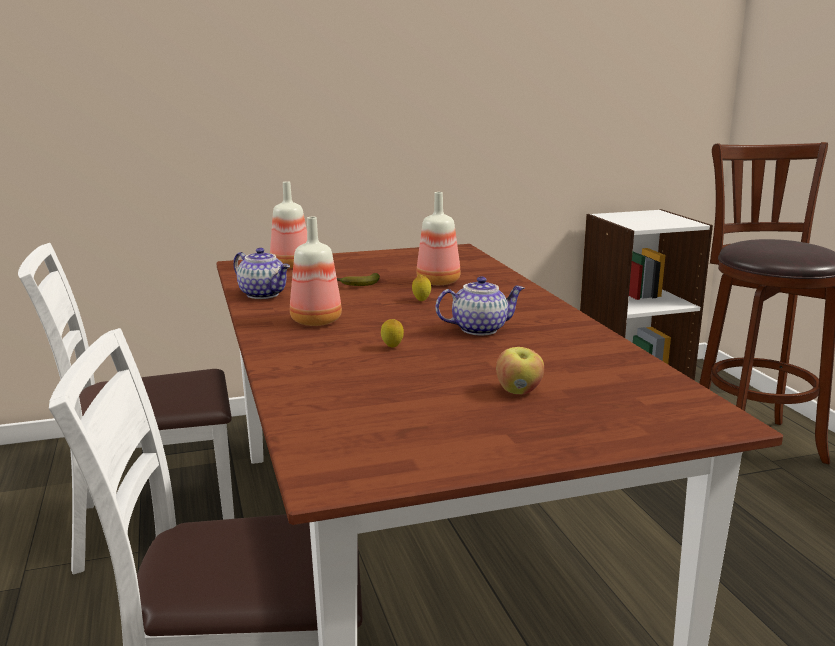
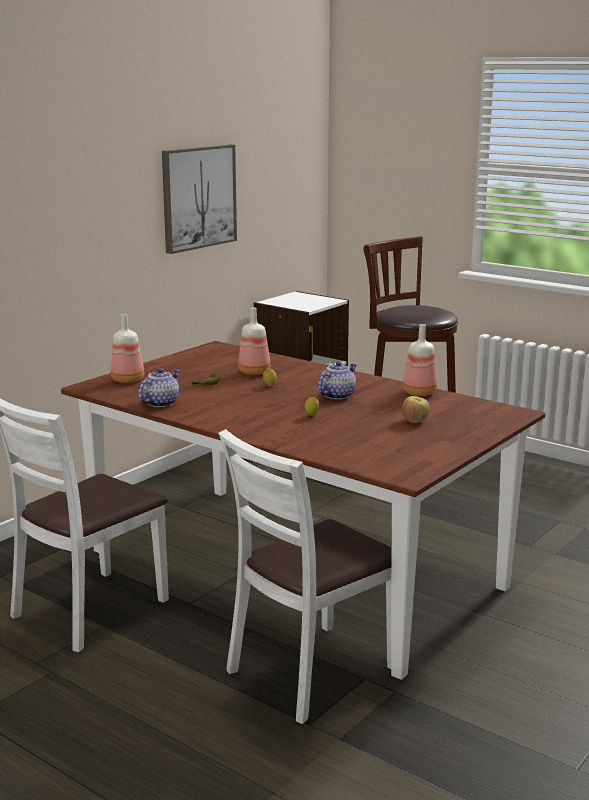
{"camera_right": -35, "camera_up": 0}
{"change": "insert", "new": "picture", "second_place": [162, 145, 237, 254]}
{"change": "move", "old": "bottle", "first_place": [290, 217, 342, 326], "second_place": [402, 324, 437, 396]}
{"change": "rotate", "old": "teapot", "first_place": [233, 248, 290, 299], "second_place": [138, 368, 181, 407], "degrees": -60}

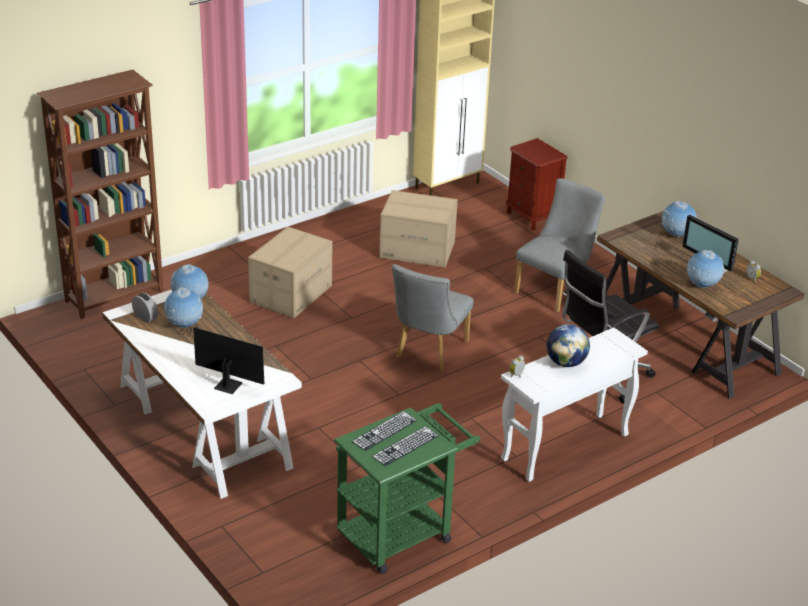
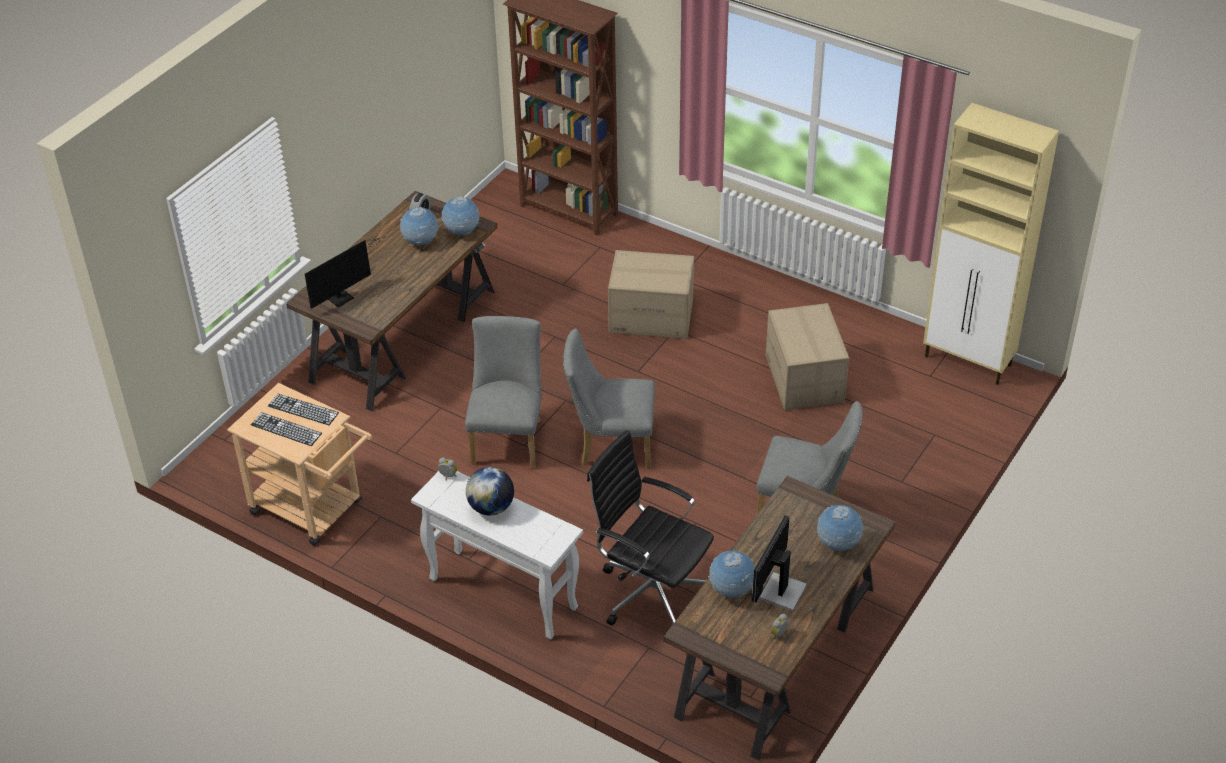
{"camera_right": 70, "camera_up": 10}
{"change": "delete", "old": "brown nightstand", "first_place": [506, 138, 568, 230]}
{"change": "insert", "new": "grey chair", "second_place": [465, 316, 542, 468]}
{"change": "recolor", "old": "white desk", "new": "brown desk", "first_place": [102, 290, 302, 499], "second_place": [286, 191, 497, 411]}
{"change": "recolor", "old": "green cart", "new": "beige cart", "first_place": [334, 403, 480, 574], "second_place": [227, 383, 372, 546]}
{"change": "rotate", "old": "monitor", "first_place": [176, 326, 265, 394], "second_place": [305, 236, 386, 309], "degrees": 45}

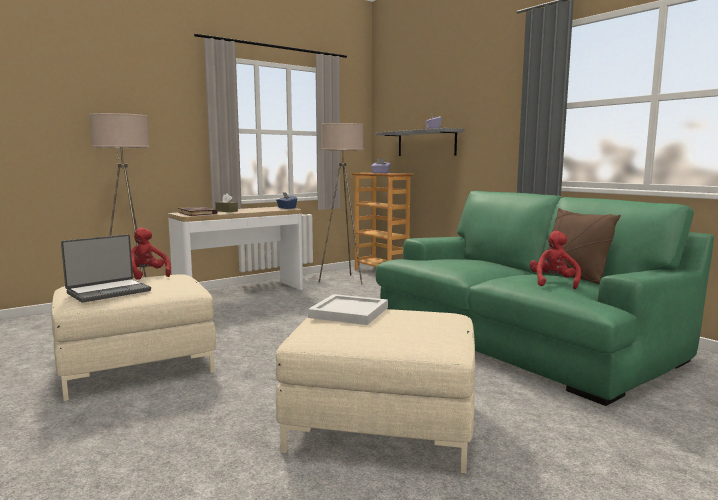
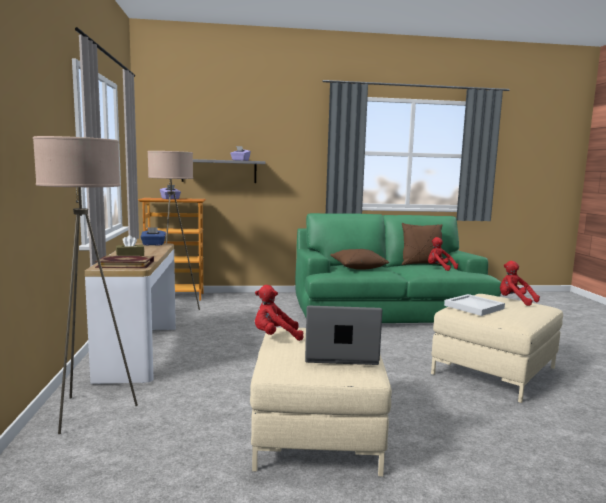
{"camera_right": -60, "camera_up": 0}
{"change": "insert", "new": "brown pillow", "second_place": [330, 249, 389, 270]}
{"change": "insert", "new": "red plush toy", "second_place": [500, 261, 540, 306]}
{"change": "rotate", "old": "laptop", "first_place": [61, 234, 151, 303], "second_place": [305, 306, 382, 365], "degrees": -75}

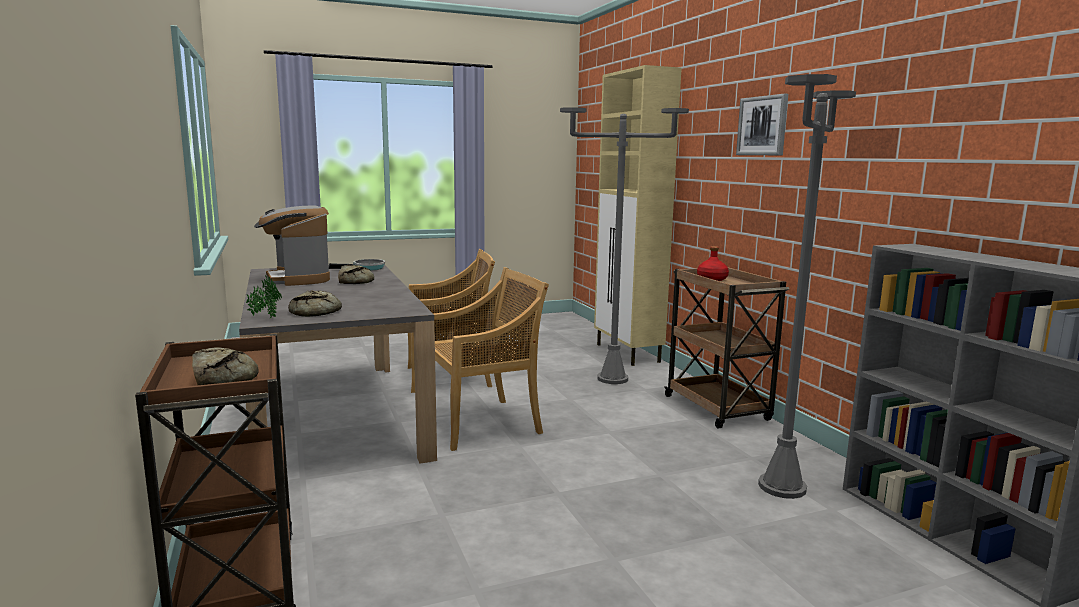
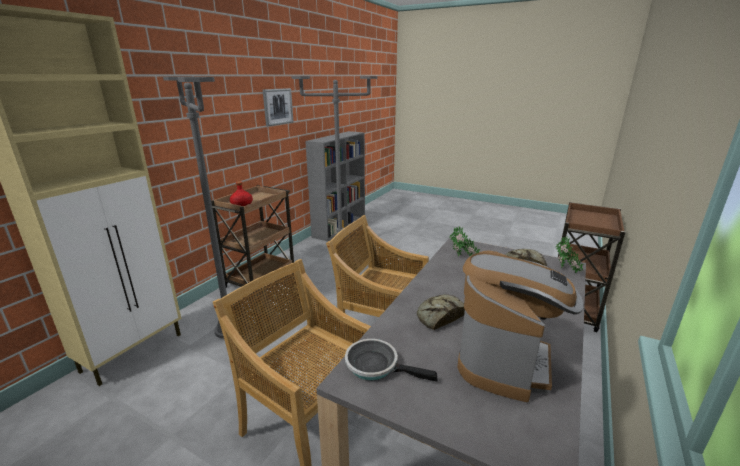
{"camera_right": -130, "camera_up": 10}
{"change": "delete", "old": "bread", "first_place": [192, 347, 259, 385]}
{"change": "insert", "new": "potted plant", "second_place": [449, 227, 480, 256]}
{"change": "move", "old": "picture", "first_place": [736, 94, 788, 155], "second_place": [262, 88, 294, 126]}

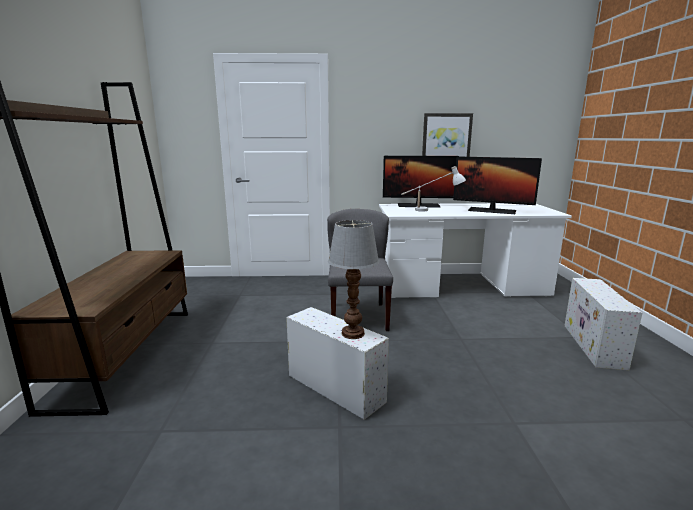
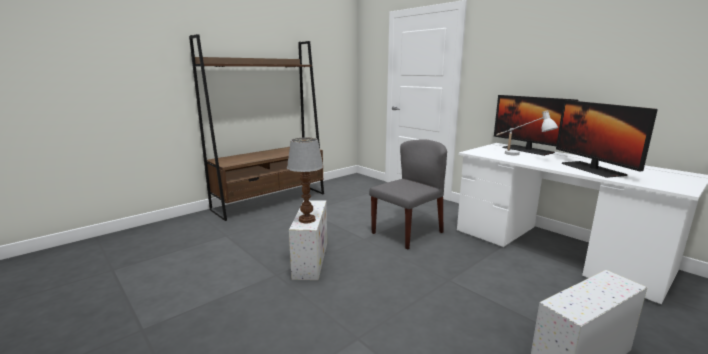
{"camera_right": 50, "camera_up": 0}
{"change": "delete", "old": "picture", "first_place": [422, 113, 473, 157]}

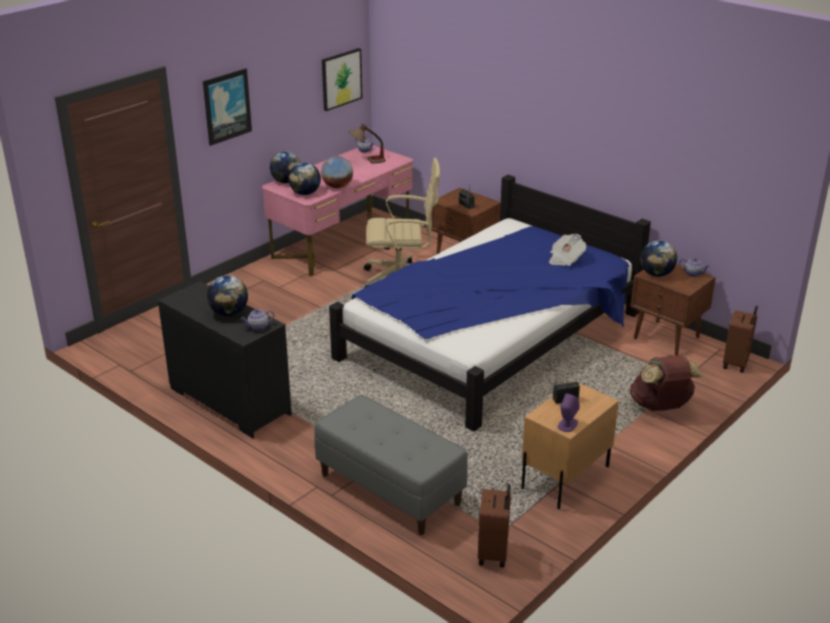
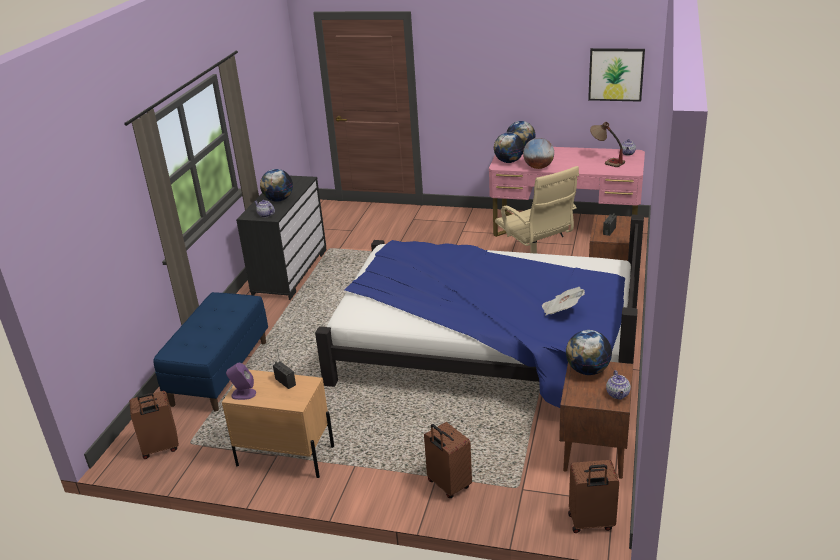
{"camera_right": 65, "camera_up": 0}
{"change": "delete", "old": "picture", "first_place": [203, 68, 252, 146]}
{"change": "replace", "old": "brown backpack", "new": "brown suitcase", "first_place": [630, 355, 703, 411], "second_place": [424, 422, 472, 498]}
{"change": "recolor", "old": "grey bench", "new": "blue bench", "first_place": [314, 395, 468, 535], "second_place": [153, 292, 268, 411]}

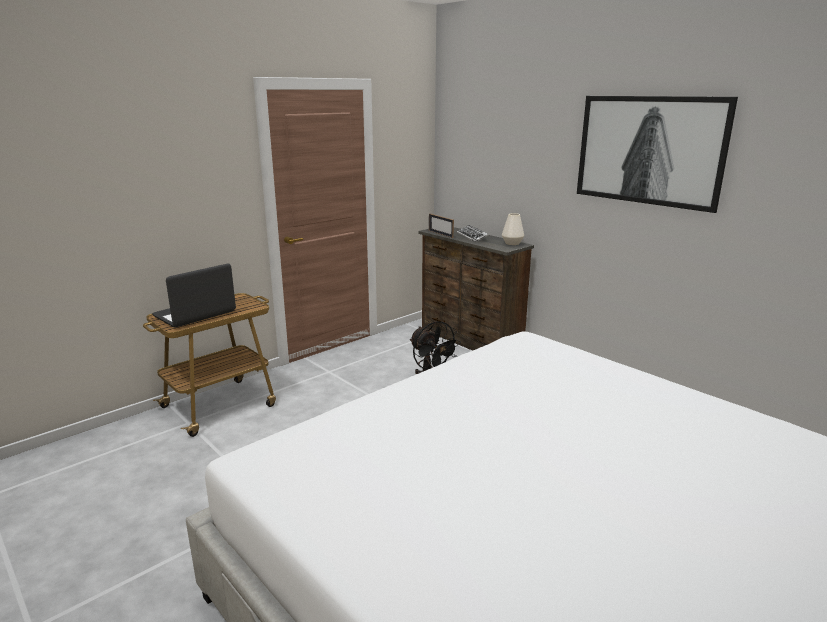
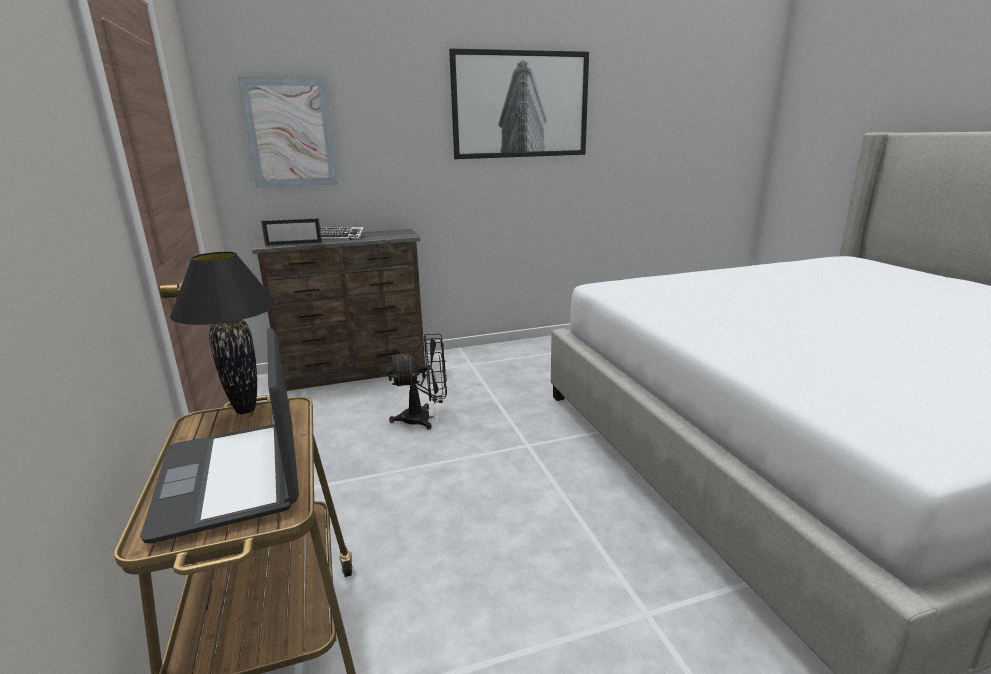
{"camera_right": -65, "camera_up": 0}
{"change": "delete", "old": "white vase", "first_place": [502, 213, 524, 245]}
{"change": "insert", "new": "black table lamp", "second_place": [170, 252, 277, 414]}
{"change": "insert", "new": "picture", "second_place": [238, 77, 338, 188]}

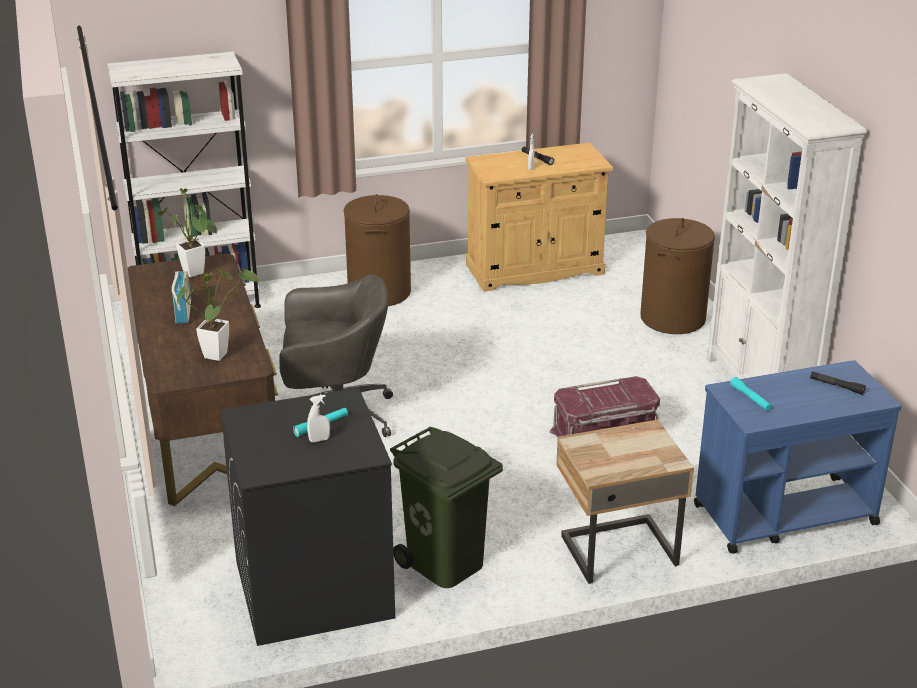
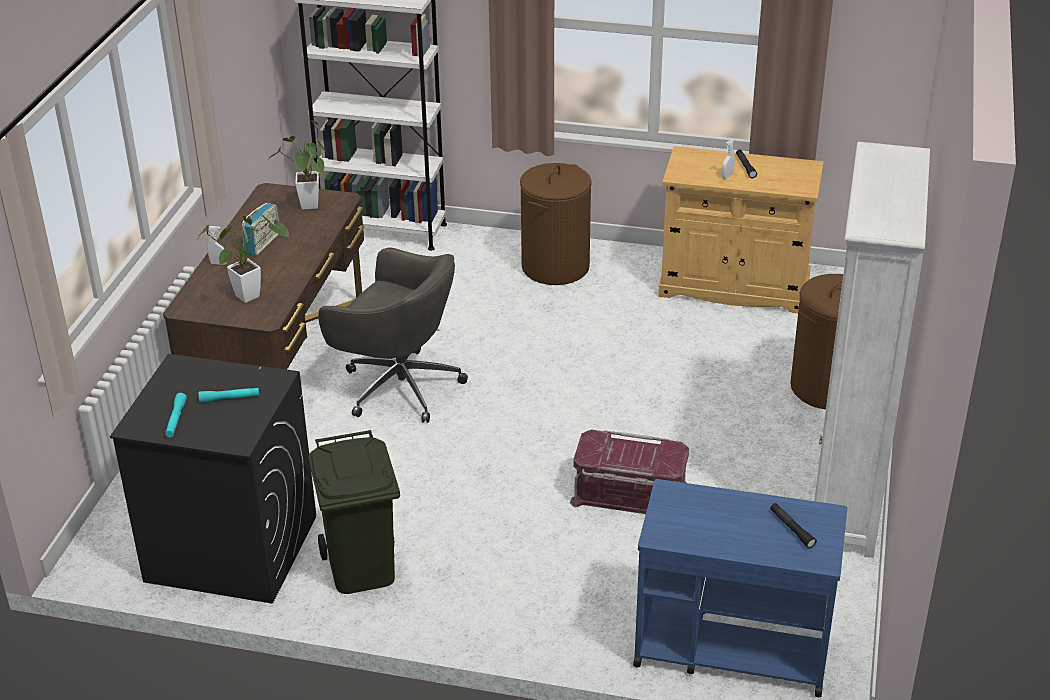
{"camera_right": 30, "camera_up": 5}
{"change": "delete", "old": "beige nightstand", "first_place": [557, 420, 694, 584]}
{"change": "move", "old": "white spray bottle", "first_place": [307, 395, 330, 442], "second_place": [207, 226, 227, 265]}
{"change": "move", "old": "turquoise flashlight", "first_place": [730, 377, 772, 411], "second_place": [165, 393, 187, 437]}

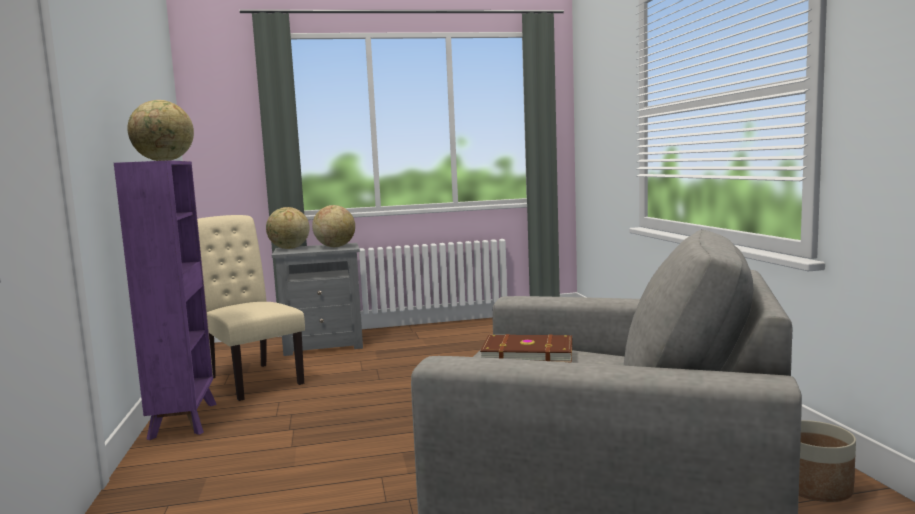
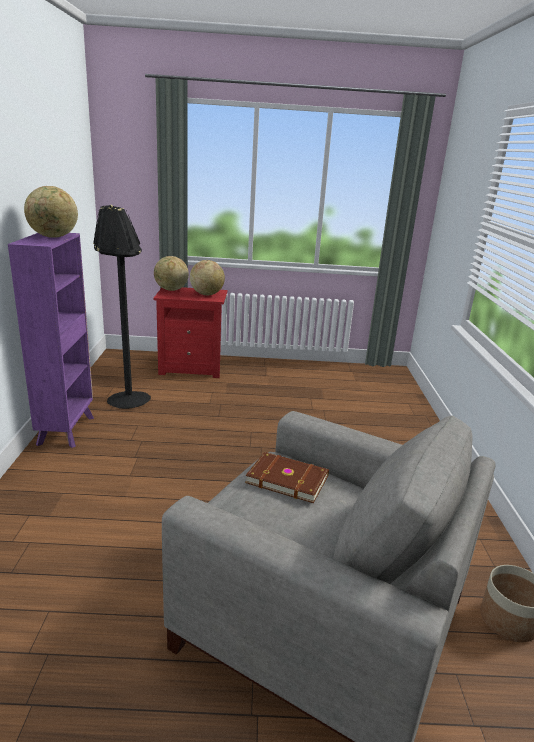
{"camera_right": 10, "camera_up": 15}
{"change": "replace", "old": "beige chair", "new": "black floor lamp", "first_place": [197, 215, 305, 401], "second_place": [93, 205, 151, 409]}
{"change": "recolor", "old": "grey nightstand", "new": "red nightstand", "first_place": [272, 243, 363, 356], "second_place": [153, 287, 227, 378]}

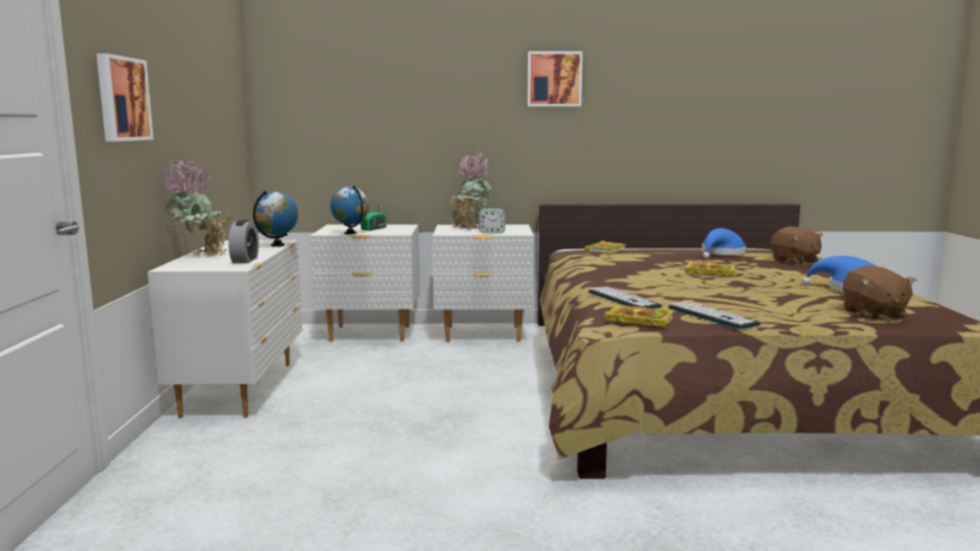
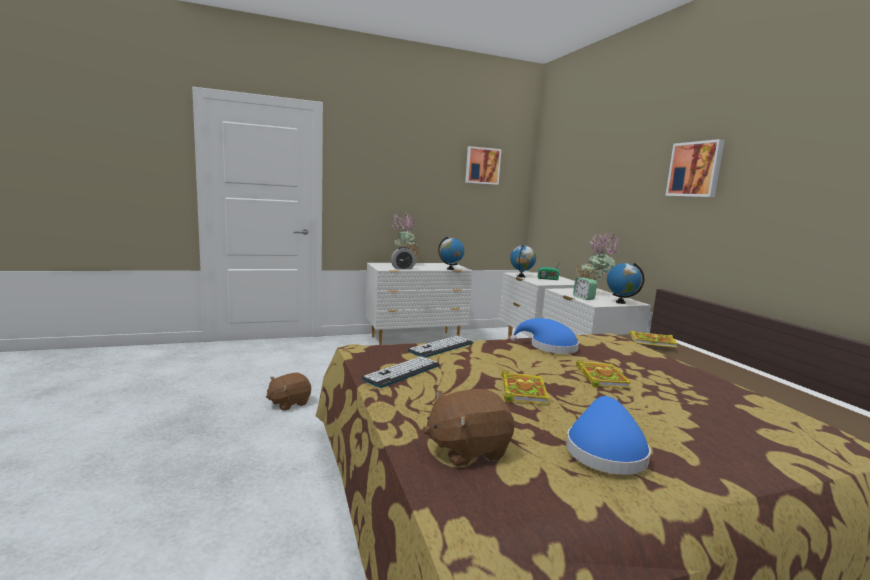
{"camera_right": 70, "camera_up": 0}
{"change": "insert", "new": "globe", "second_place": [607, 263, 644, 304]}
{"change": "move", "old": "picture", "first_place": [96, 53, 154, 142], "second_place": [465, 146, 501, 185]}
{"change": "move", "old": "book", "first_place": [604, 305, 674, 328], "second_place": [501, 371, 549, 404]}
{"change": "move", "old": "blue hat", "first_place": [702, 228, 746, 259], "second_place": [510, 318, 579, 354]}
{"change": "move", "old": "brown plush toy", "first_place": [771, 227, 823, 265], "second_place": [266, 373, 311, 411]}

